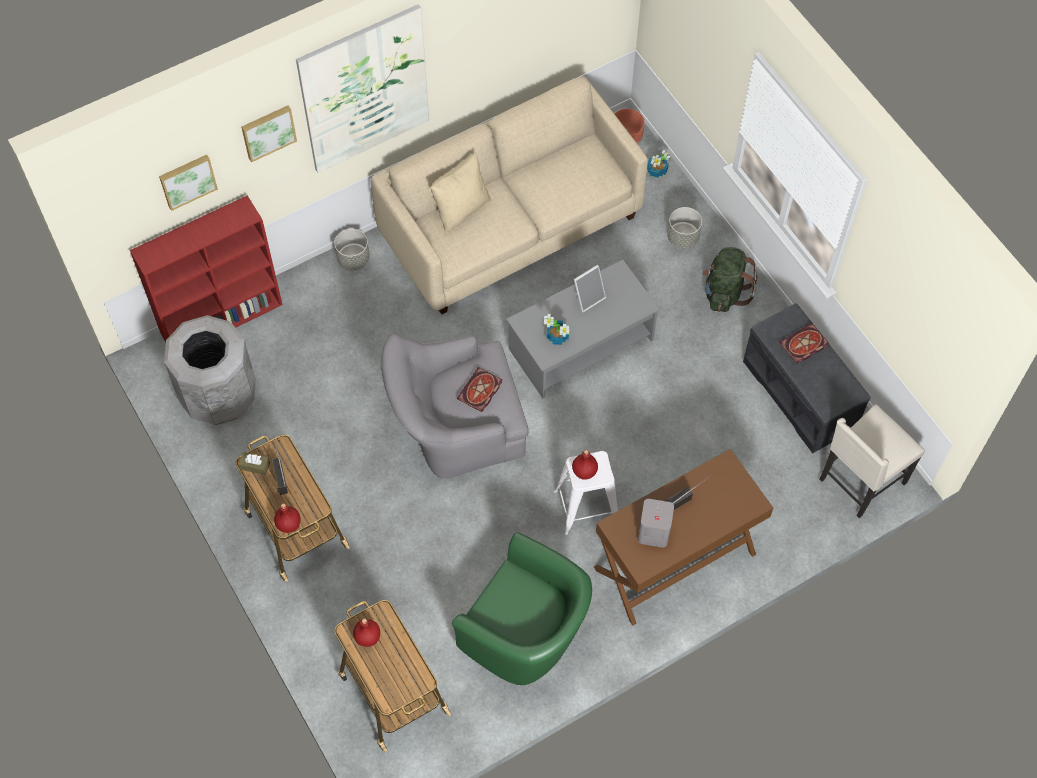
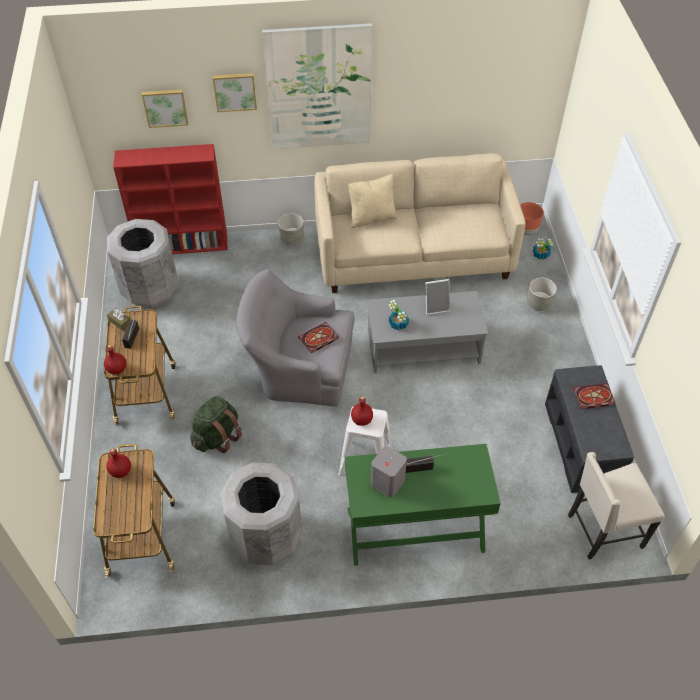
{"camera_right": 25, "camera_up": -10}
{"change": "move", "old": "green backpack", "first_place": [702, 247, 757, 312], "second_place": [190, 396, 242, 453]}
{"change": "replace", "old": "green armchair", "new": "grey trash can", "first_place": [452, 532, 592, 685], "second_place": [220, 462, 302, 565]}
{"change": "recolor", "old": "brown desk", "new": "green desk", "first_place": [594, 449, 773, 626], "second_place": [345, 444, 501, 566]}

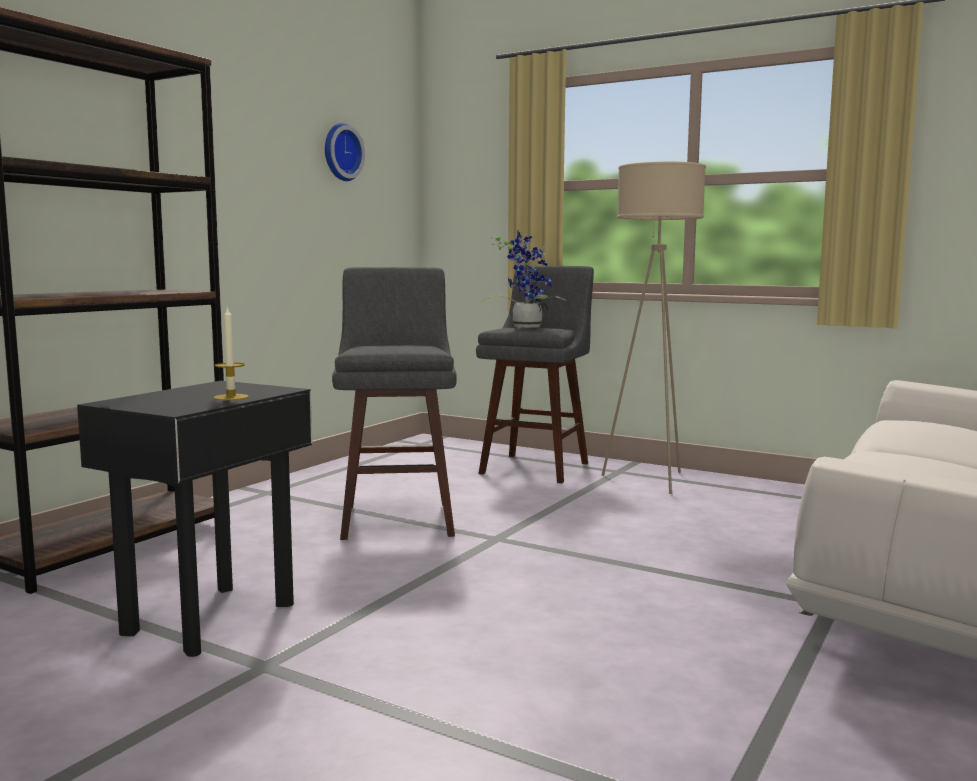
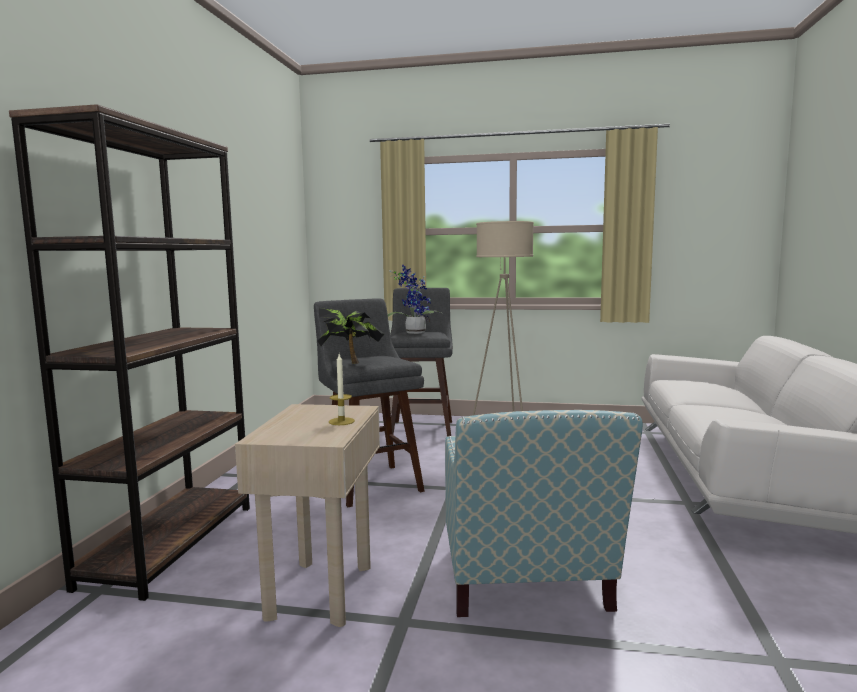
{"camera_right": -20, "camera_up": 0}
{"change": "delete", "old": "wall clock", "first_place": [325, 123, 365, 181]}
{"change": "insert", "new": "potted plant", "second_place": [317, 308, 384, 364]}
{"change": "insert", "new": "armchair", "second_place": [445, 410, 643, 617]}
{"change": "recolor", "old": "black side table", "new": "beige side table", "first_place": [77, 381, 312, 657], "second_place": [235, 404, 380, 627]}

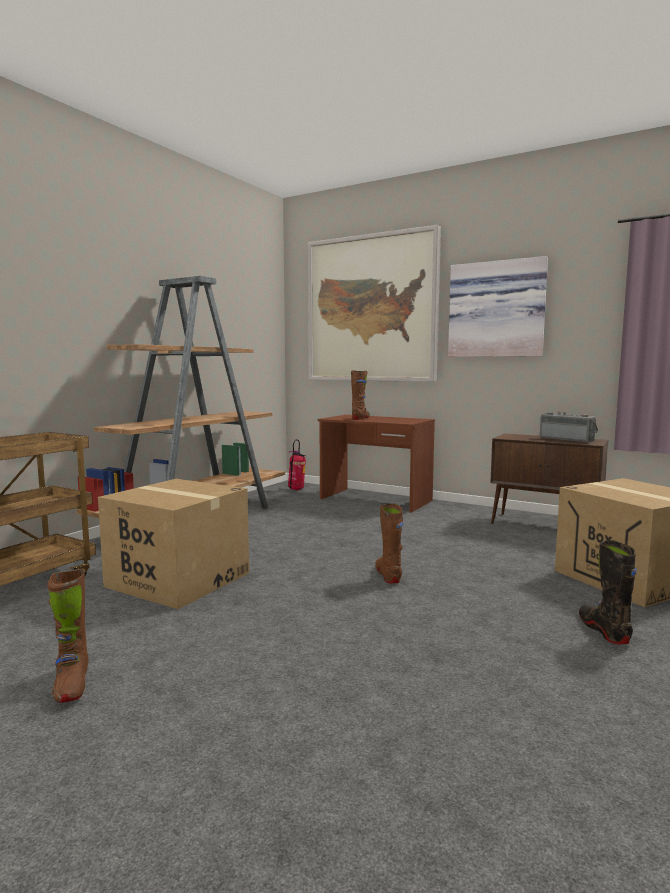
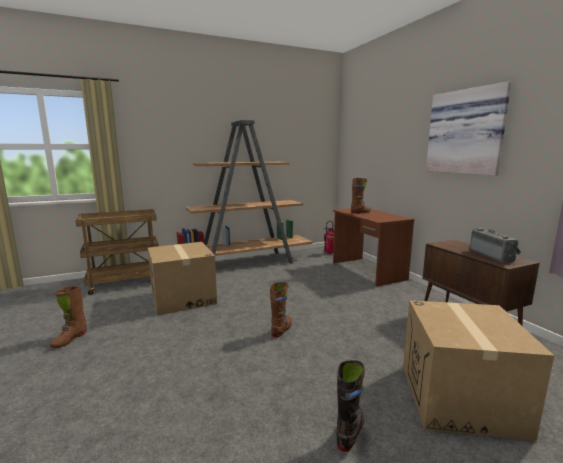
{"camera_right": 35, "camera_up": 5}
{"change": "delete", "old": "picture", "first_place": [308, 225, 441, 382]}

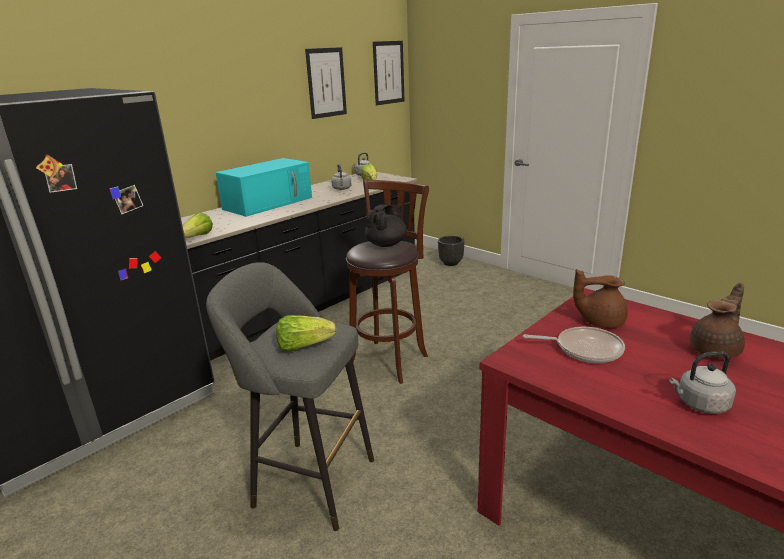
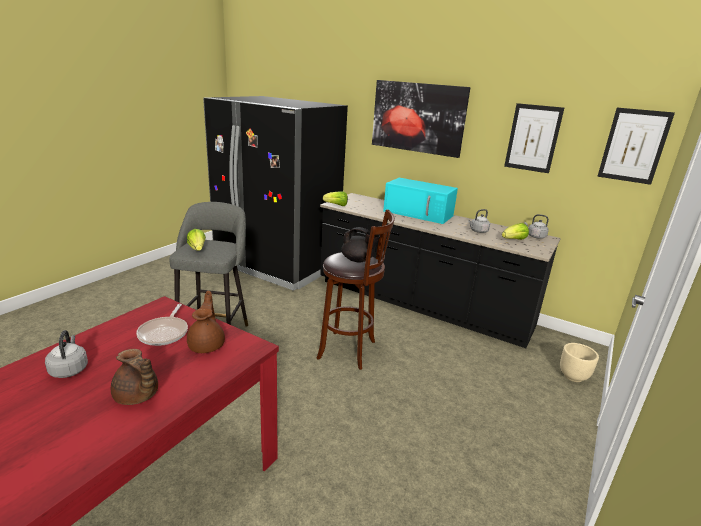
{"camera_right": 75, "camera_up": 0}
{"change": "insert", "new": "picture", "second_place": [372, 80, 471, 158]}
{"change": "recolor", "old": "black planter", "new": "beige planter", "first_place": [438, 236, 464, 266], "second_place": [560, 343, 599, 382]}

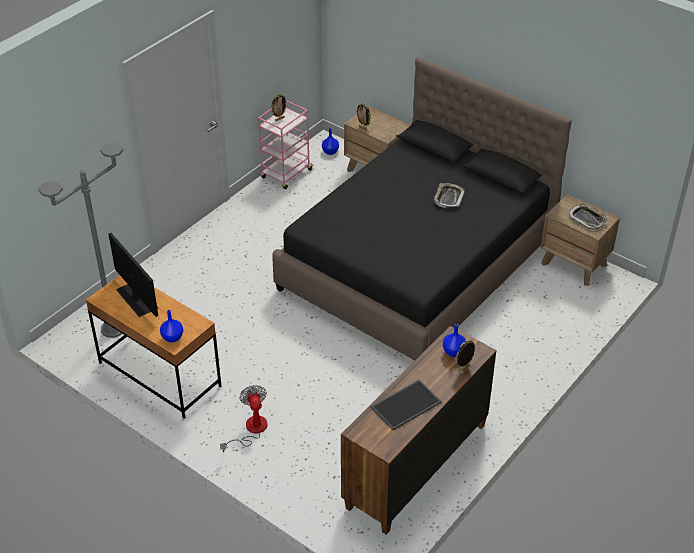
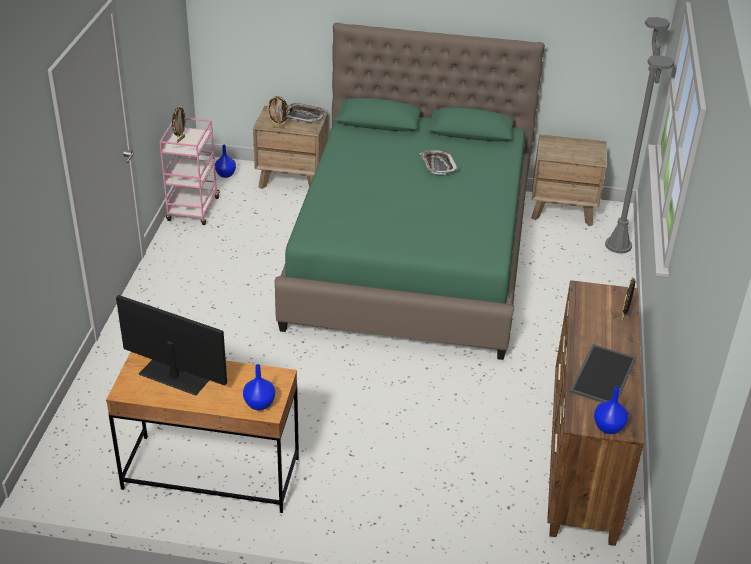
{"camera_right": -30, "camera_up": -5}
{"change": "delete", "old": "fan", "first_place": [220, 385, 268, 452]}
{"change": "move", "old": "grey floor lamp", "first_place": [38, 142, 124, 338], "second_place": [605, 17, 674, 254]}
{"change": "move", "old": "blue vase", "first_place": [443, 324, 466, 357], "second_place": [594, 386, 628, 434]}
{"change": "move", "old": "tray", "first_place": [568, 204, 608, 230], "second_place": [287, 103, 325, 123]}
{"change": "recolor", "old": "black bed", "new": "green bed", "first_place": [272, 57, 572, 360], "second_place": [274, 23, 545, 360]}

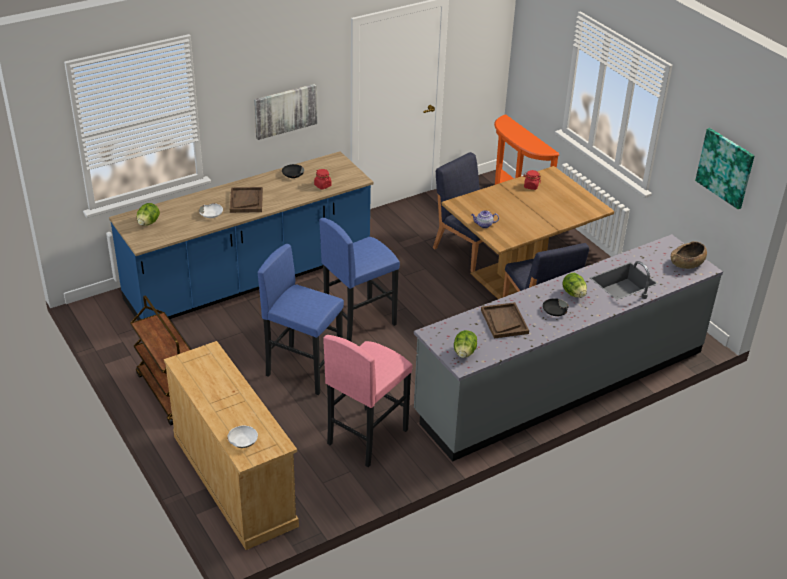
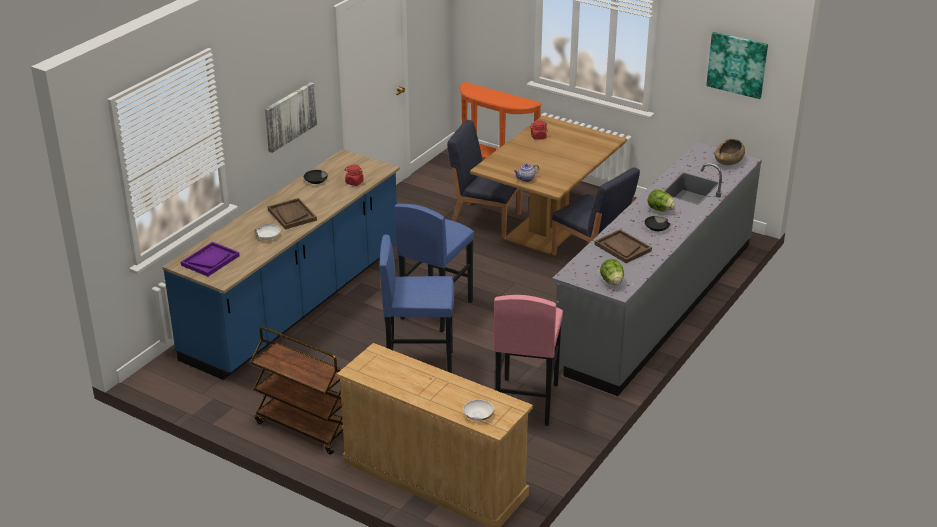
{"camera_right": -25, "camera_up": -5}
{"change": "replace", "old": "lettuce", "new": "purple tray", "first_place": [137, 203, 160, 226], "second_place": [181, 242, 240, 276]}

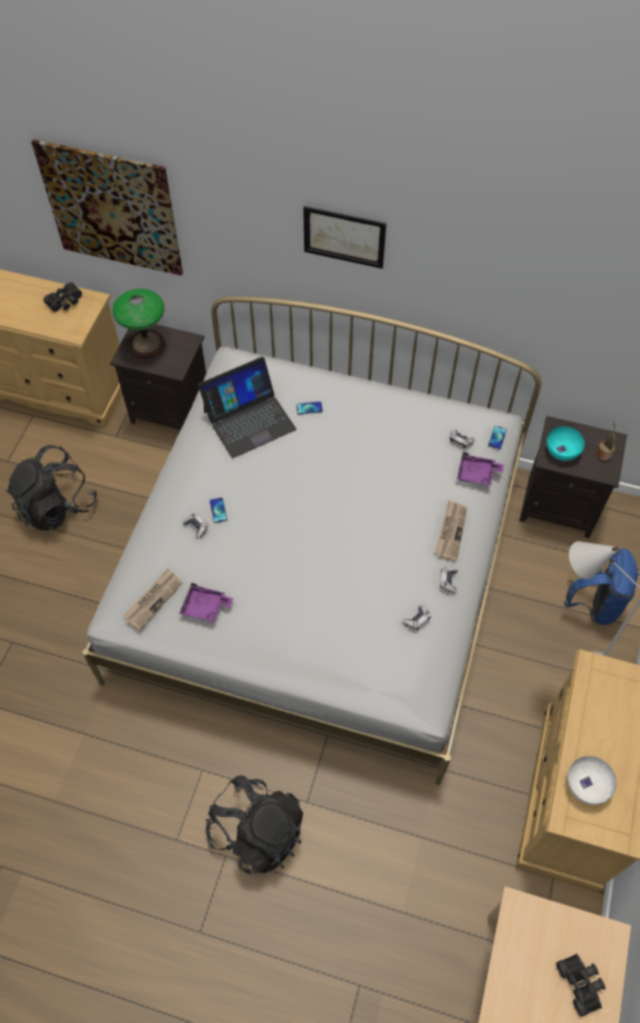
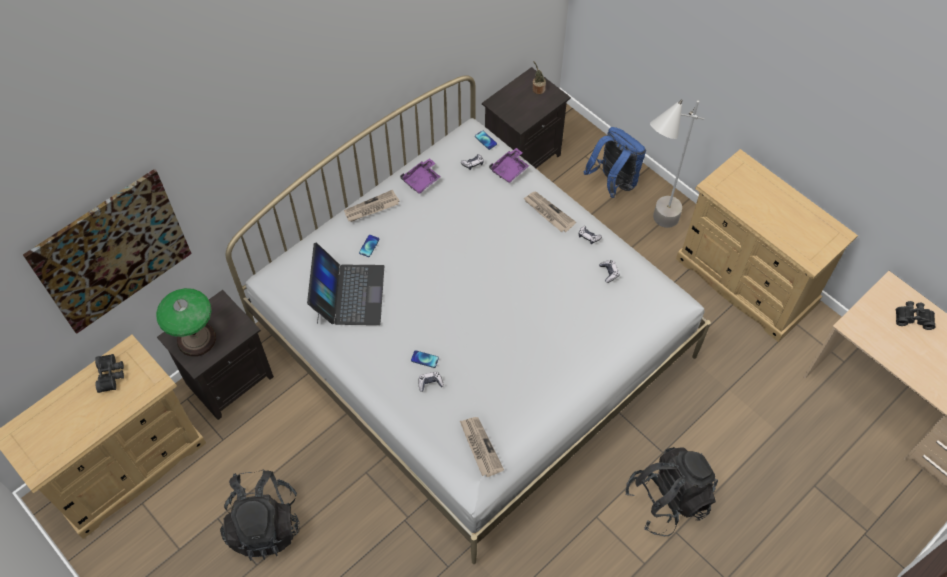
{"camera_right": -60, "camera_up": 0}
{"change": "delete", "old": "picture", "first_place": [303, 206, 386, 269]}
{"change": "delete", "old": "turquoise bowl", "first_place": [546, 426, 585, 461]}
{"change": "delete", "old": "white bowl", "first_place": [567, 756, 617, 805]}
{"change": "insert", "new": "newspaper", "second_place": [344, 190, 400, 222]}
{"change": "move", "old": "purple tray", "first_place": [179, 583, 233, 623], "second_place": [400, 158, 440, 194]}

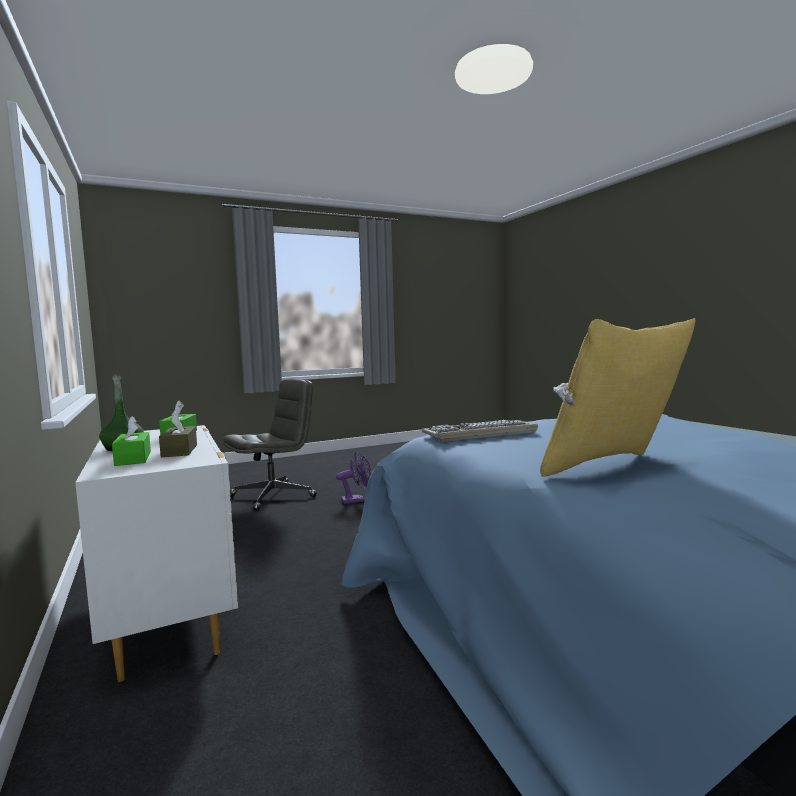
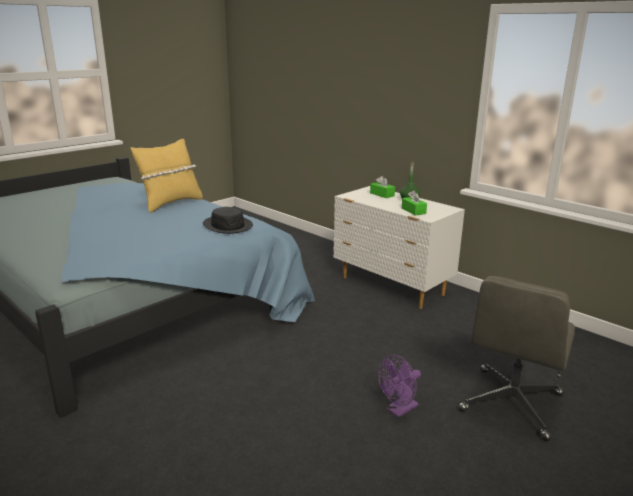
{"camera_right": 160, "camera_up": 15}
{"change": "delete", "old": "brown tissue box", "first_place": [159, 411, 197, 457]}
{"change": "replace", "old": "keyboard", "new": "black hat", "first_place": [422, 420, 538, 442], "second_place": [203, 207, 253, 234]}

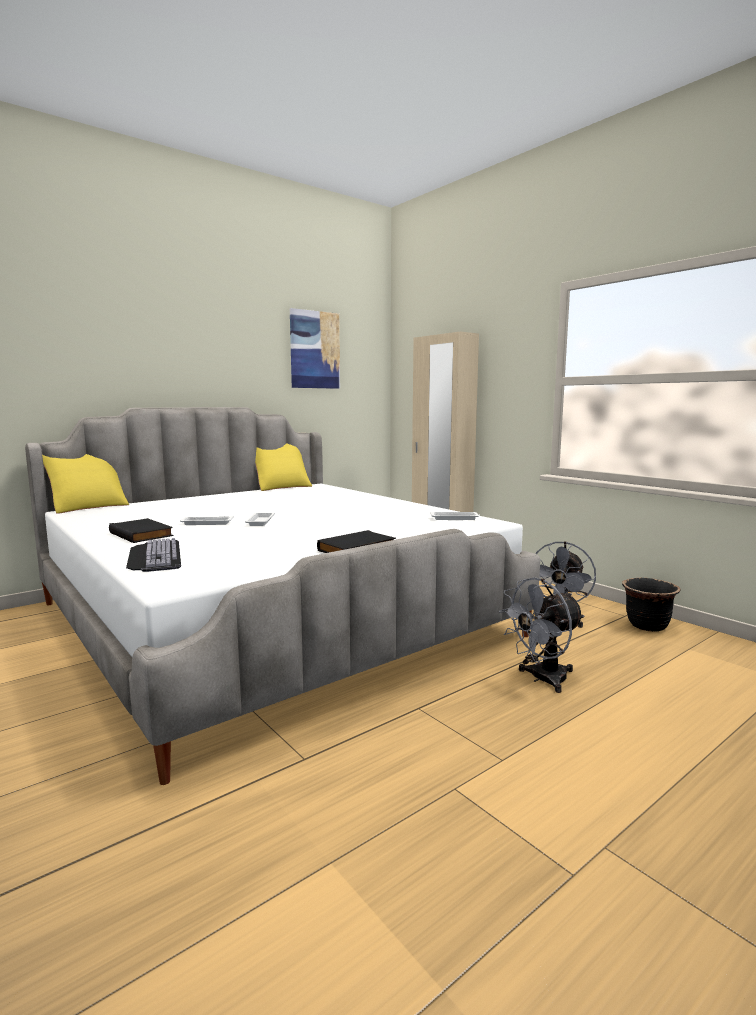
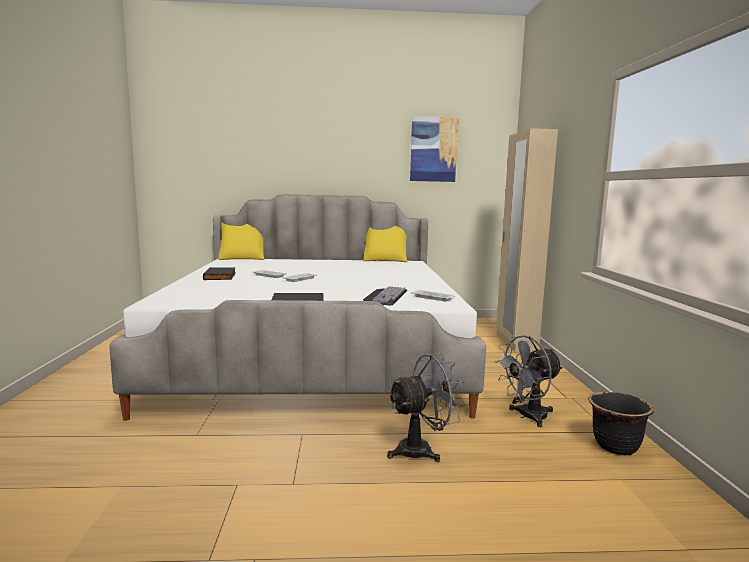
{"camera_right": 35, "camera_up": 0}
{"change": "move", "old": "keyboard", "first_place": [126, 538, 181, 572], "second_place": [363, 286, 407, 305]}
{"change": "rotate", "old": "grey fan", "first_place": [499, 577, 585, 693], "second_place": [387, 353, 466, 462], "degrees": 150}

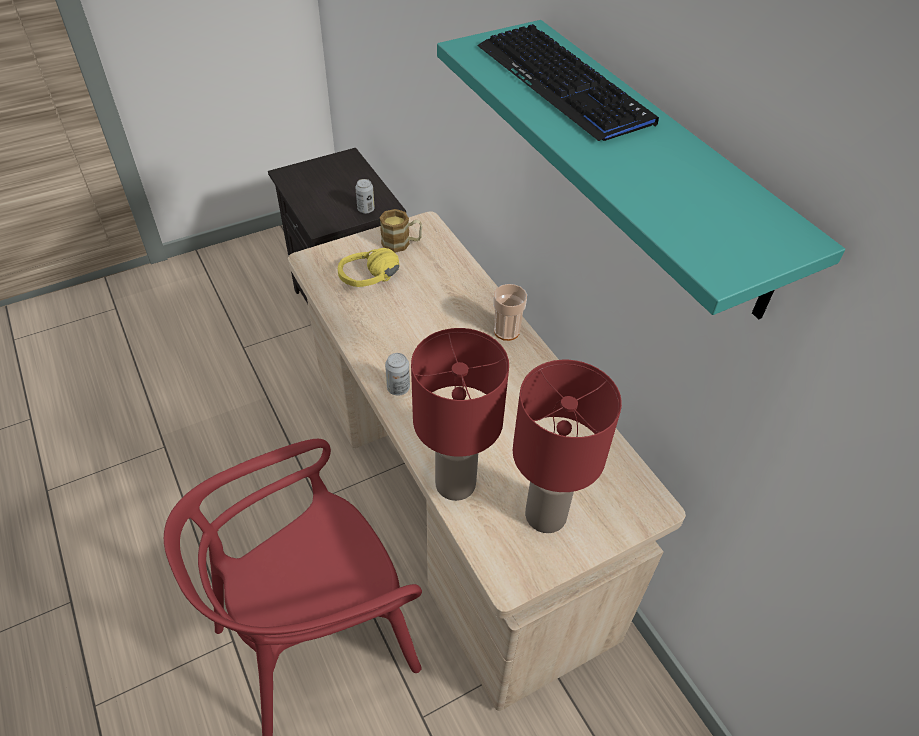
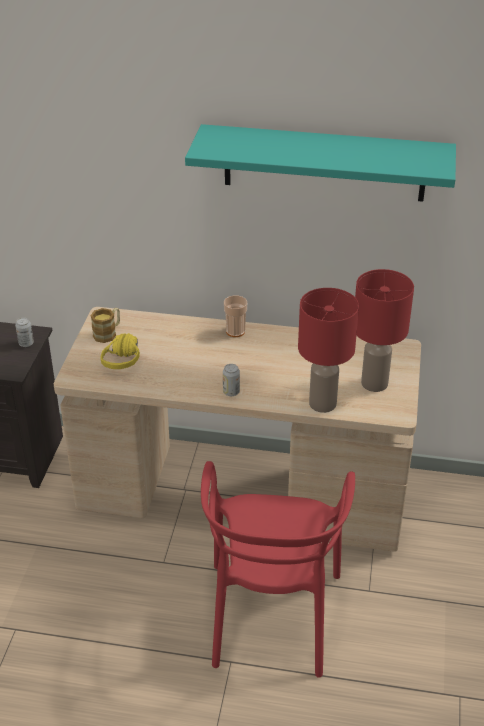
{"camera_right": -50, "camera_up": -10}
{"change": "delete", "old": "keyboard", "first_place": [477, 24, 659, 141]}

